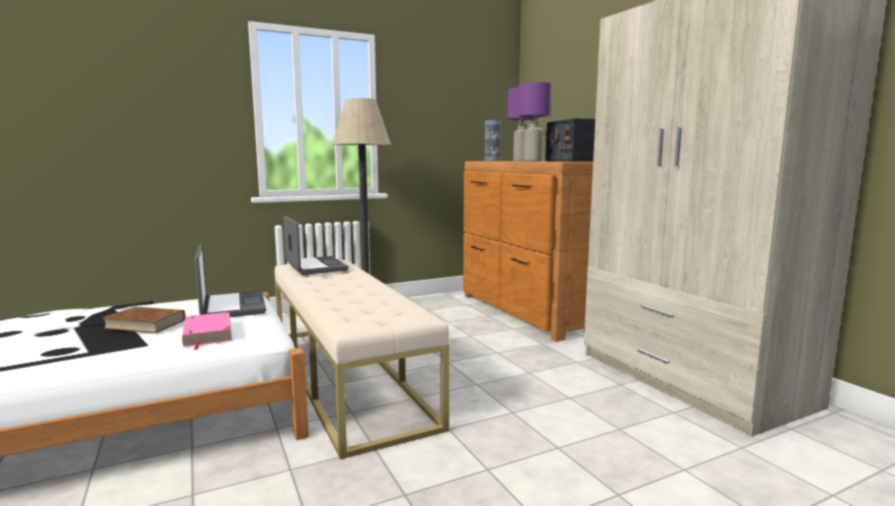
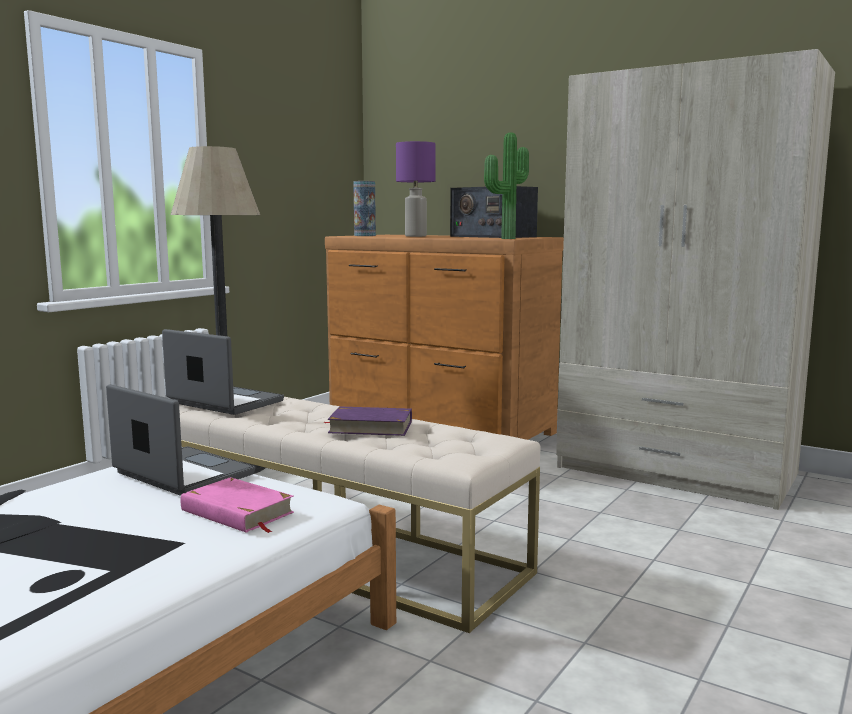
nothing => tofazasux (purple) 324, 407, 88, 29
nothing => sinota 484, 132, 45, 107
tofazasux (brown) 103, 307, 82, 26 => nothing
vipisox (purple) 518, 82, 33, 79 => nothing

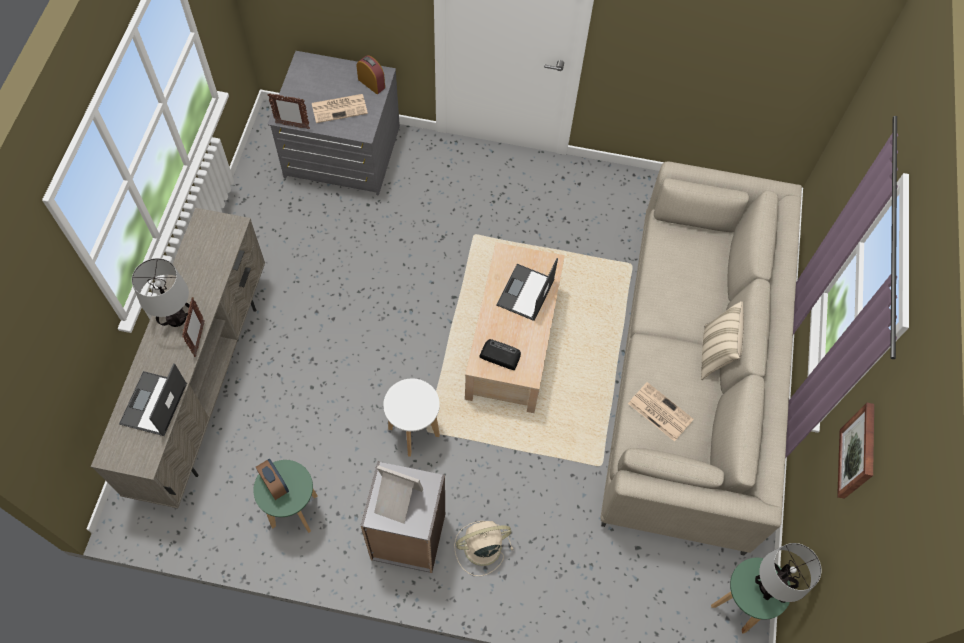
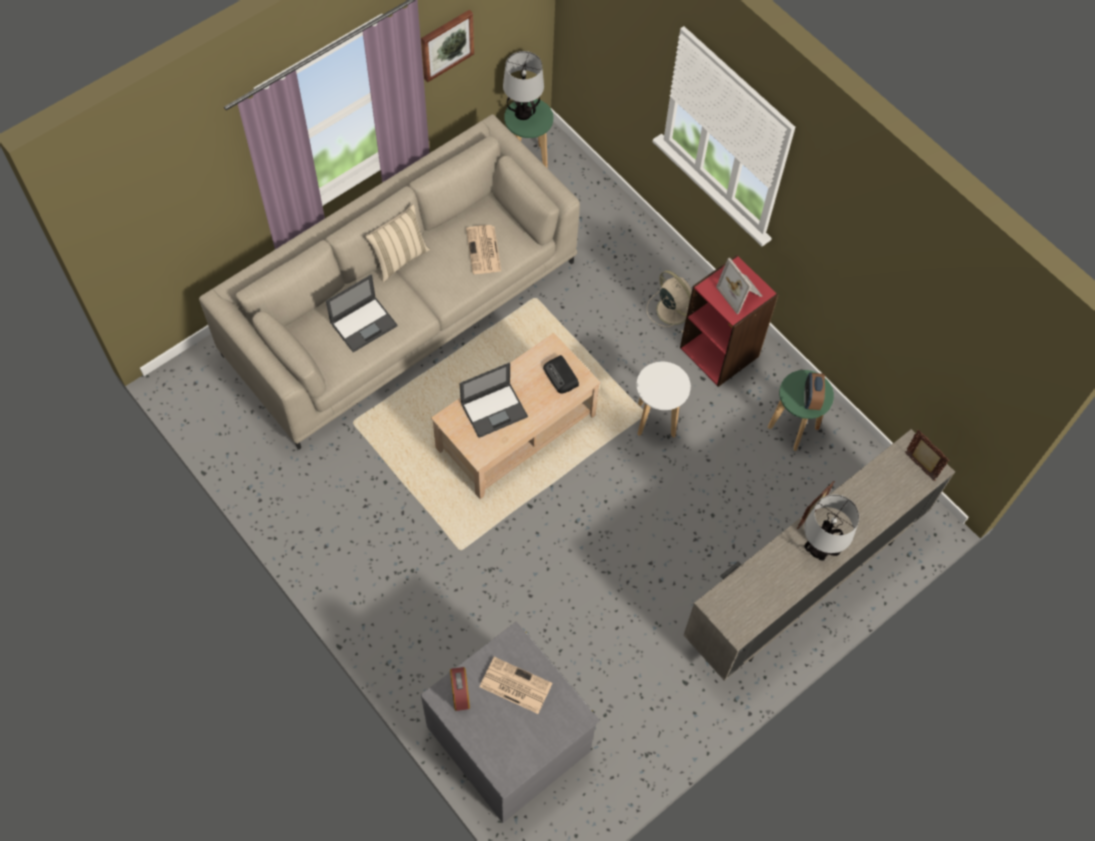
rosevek 119, 363, 68, 73 => rosevek 326, 274, 72, 79, shifted
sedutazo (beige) 454, 521, 59, 55 => sedutazo (beige) 647, 270, 45, 63, 150 degrees counterclockwise
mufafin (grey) 361, 461, 84, 112 => mufafin (red) 680, 255, 98, 132
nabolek 268, 93, 42, 36 => nabolek 905, 430, 44, 51, shifted

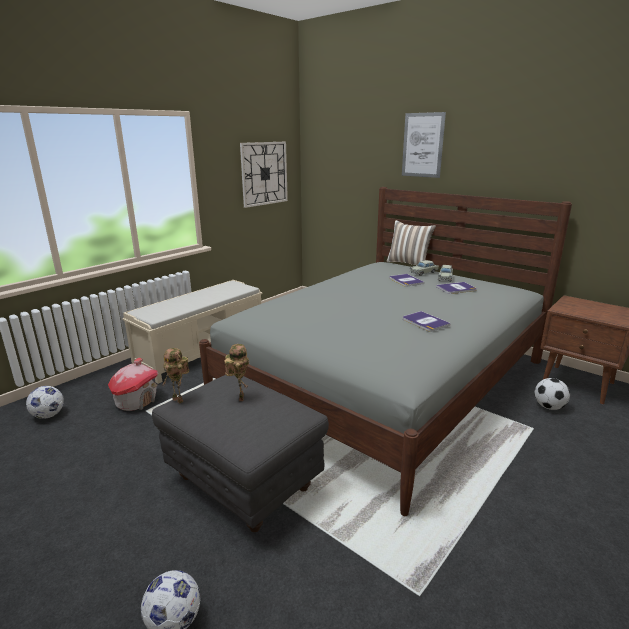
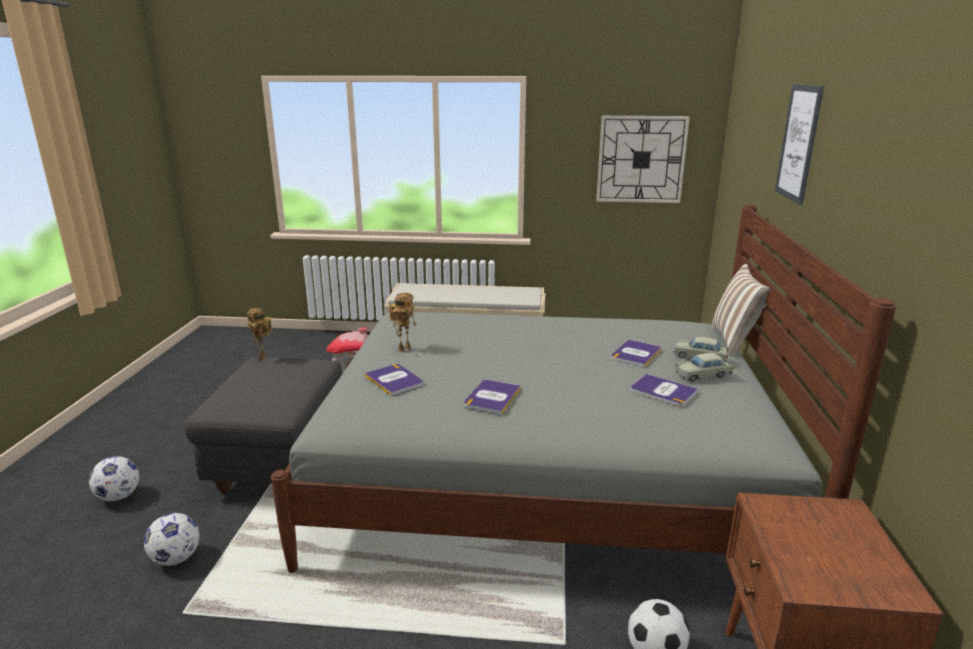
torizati 26, 386, 38, 33 => torizati 144, 513, 56, 53, shifted
nothing => tofazasux 364, 364, 59, 32
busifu 224, 344, 25, 57 => busifu 389, 293, 28, 59, shifted

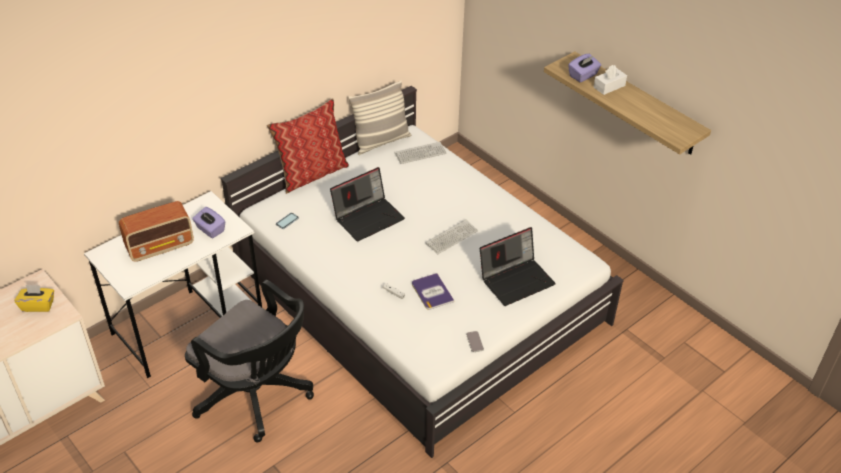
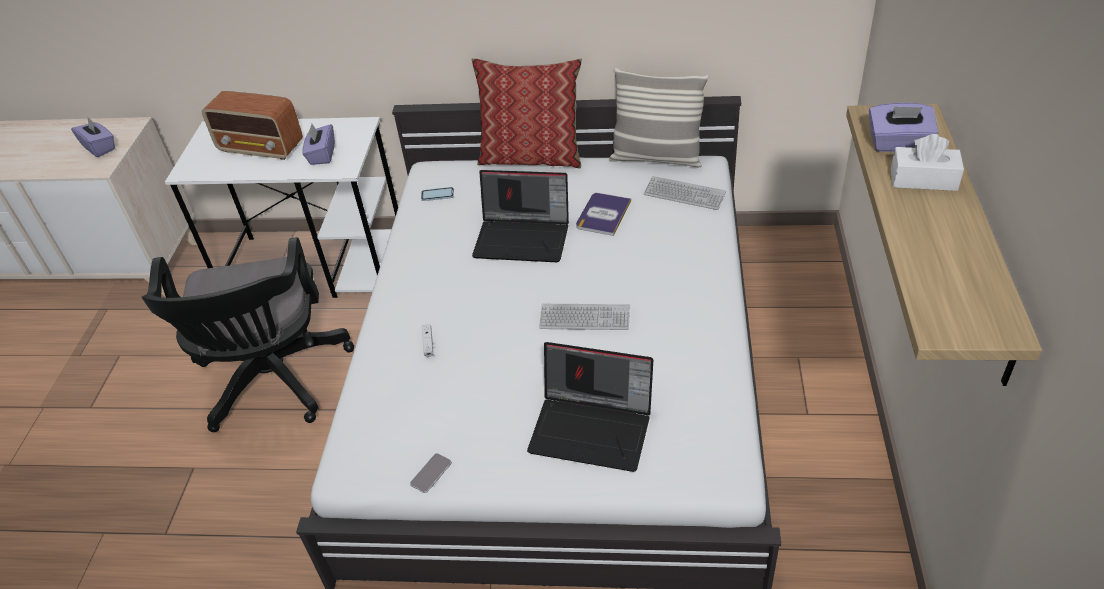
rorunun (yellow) 14, 285, 40, 27 => rorunun (purple) 71, 118, 44, 39
tofazasux 412, 273, 42, 37 => tofazasux 576, 193, 55, 43, shifted

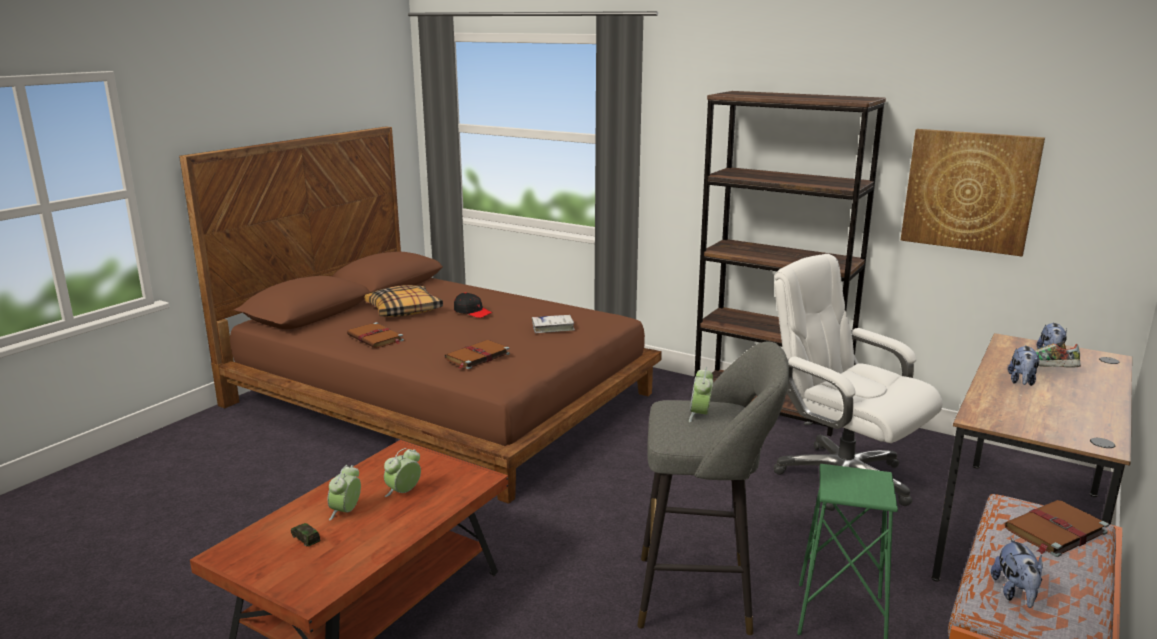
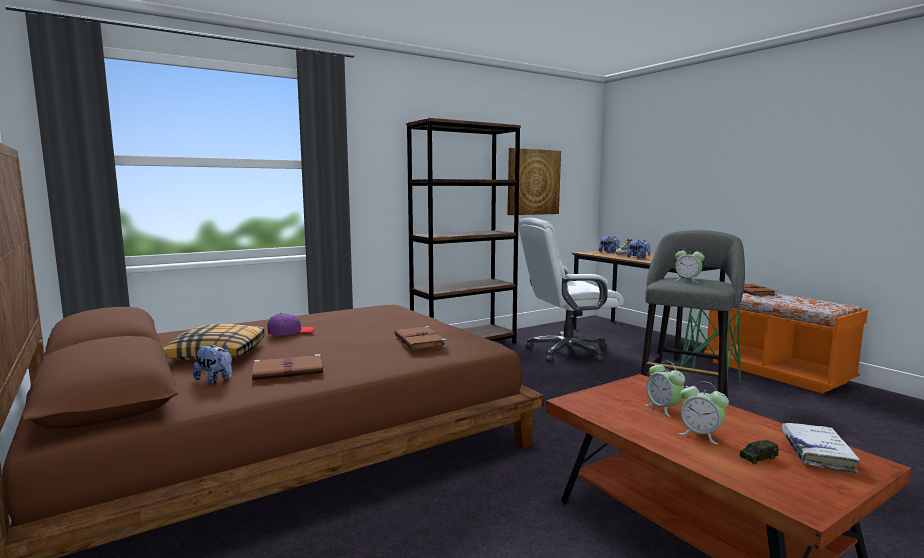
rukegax 991, 537, 52, 71 => rukegax 193, 343, 39, 41, shifted
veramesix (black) 454, 292, 38, 26 => veramesix (purple) 267, 313, 47, 22
tofazasux (white) 532, 315, 43, 18 => tofazasux (white) 782, 423, 78, 50, shifted

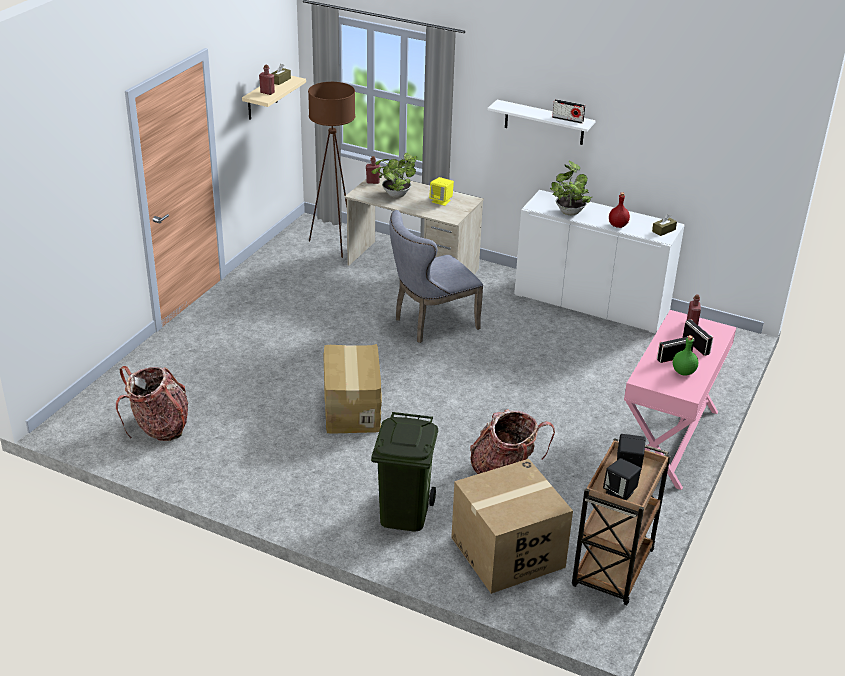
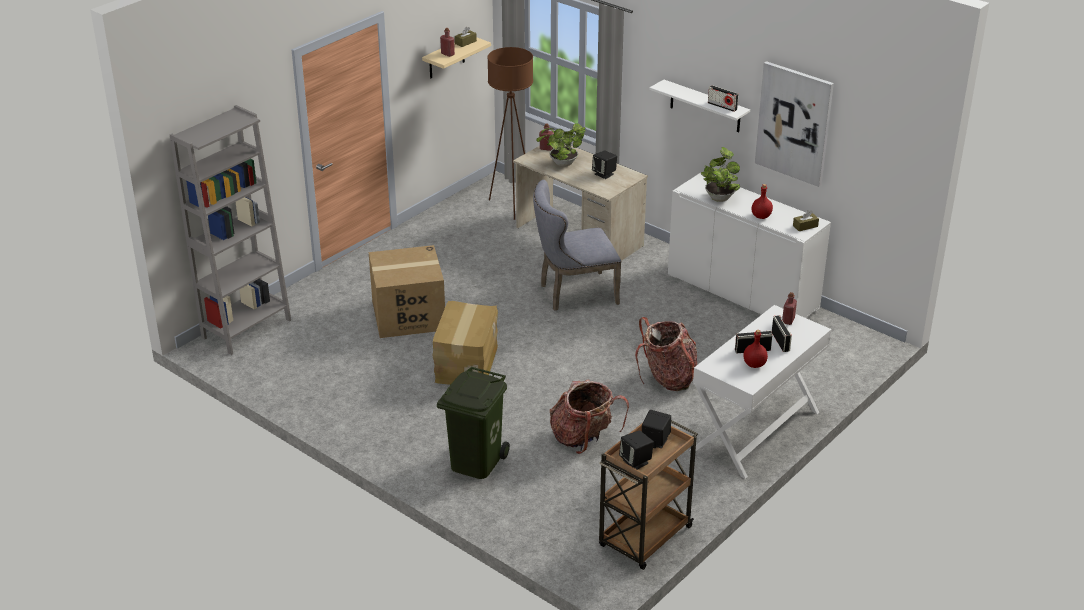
nothing => mufafin (grey) 170, 105, 121, 250
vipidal 451, 459, 122, 135 => vipidal 369, 245, 76, 93, shifted
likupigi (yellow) 429, 177, 25, 29 => likupigi (black) 592, 150, 25, 29
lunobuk 116, 366, 72, 75 => lunobuk 635, 317, 62, 74, shifted
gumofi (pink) 624, 310, 112, 180 => gumofi (white) 690, 305, 141, 174
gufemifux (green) 673, 336, 25, 40 => gufemifux (red) 744, 330, 24, 38
nothing => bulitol 755, 61, 79, 126

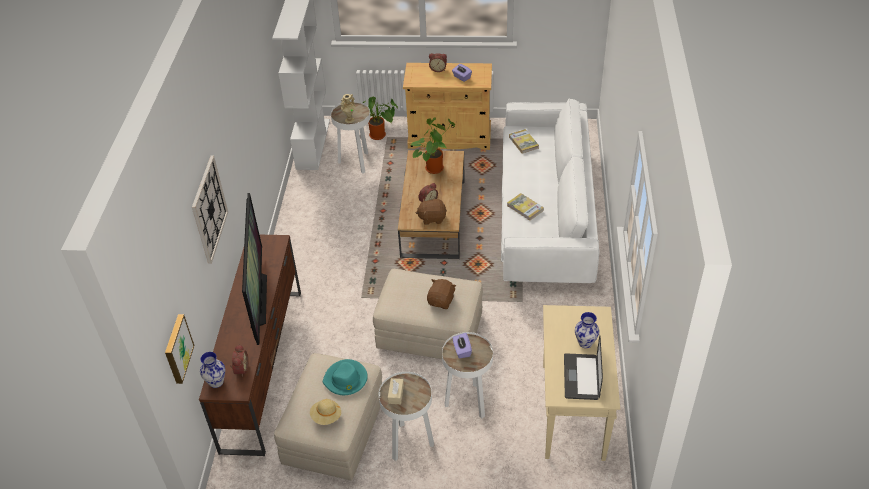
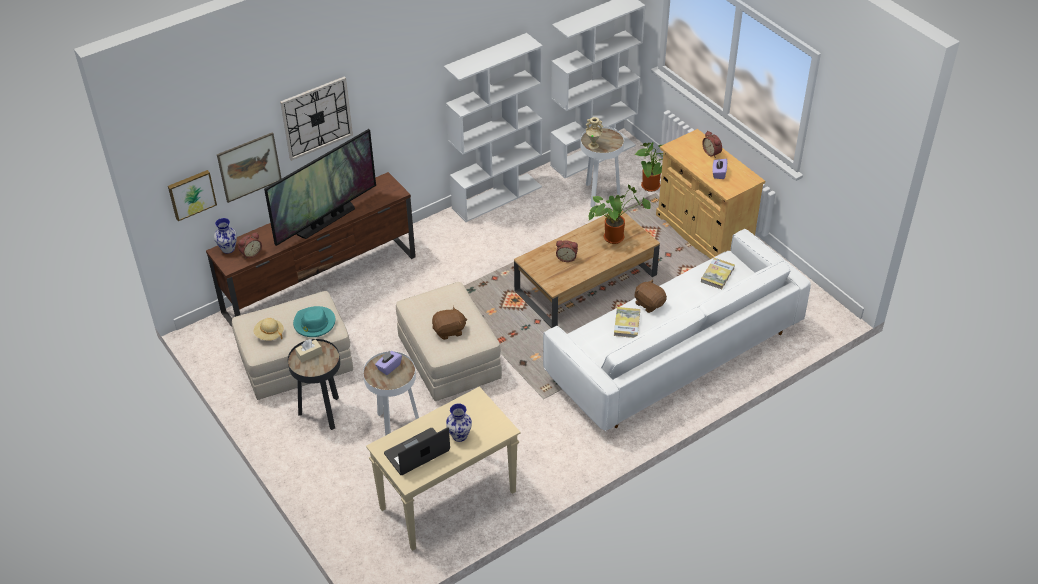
nothing => bulitol 217, 132, 65, 71
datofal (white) 379, 372, 55, 89 => datofal (black) 288, 339, 52, 91
nothing => mufafin (white) 444, 33, 99, 189
rukegax (brown) 416, 199, 31, 26 => rukegax (brown) 635, 279, 32, 34, shifted

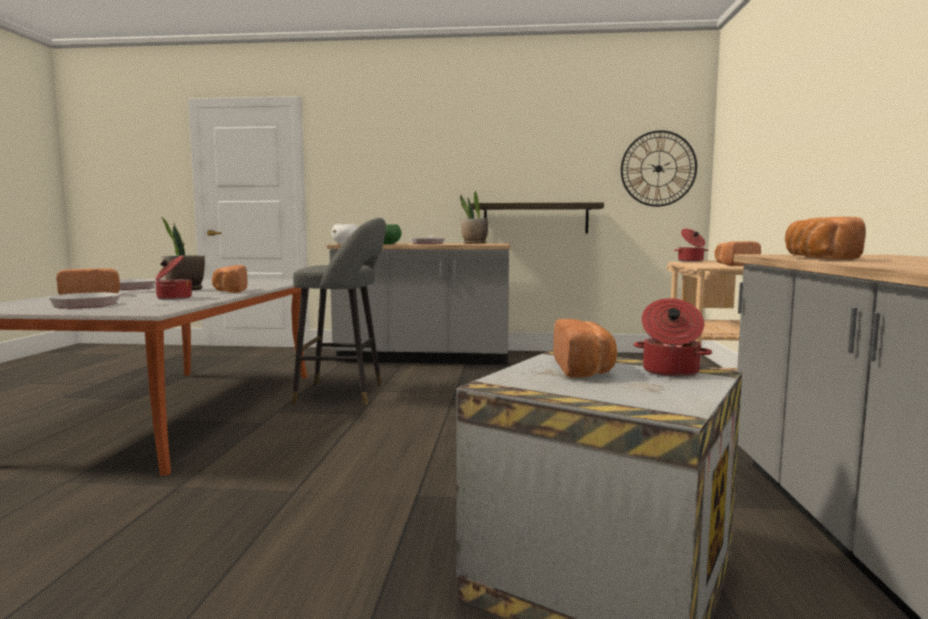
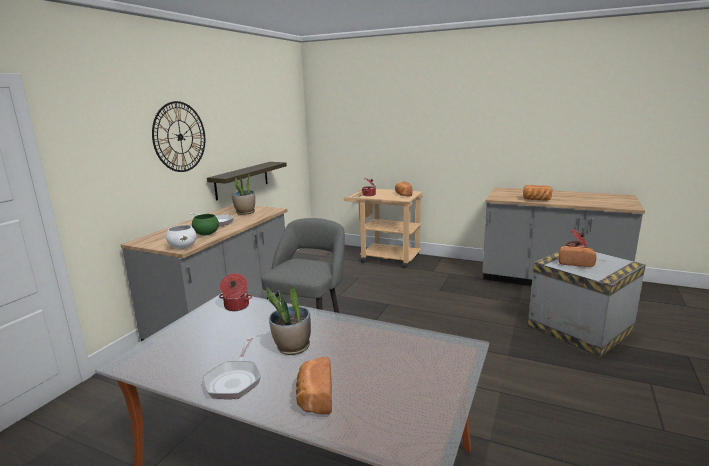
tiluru 621, 130, 76, 77 => tiluru 152, 101, 53, 71, shifted
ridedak 155, 255, 38, 45 => ridedak 219, 273, 33, 38, shifted
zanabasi 47, 290, 110, 19 => nothing
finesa 212, 265, 36, 28 => nothing

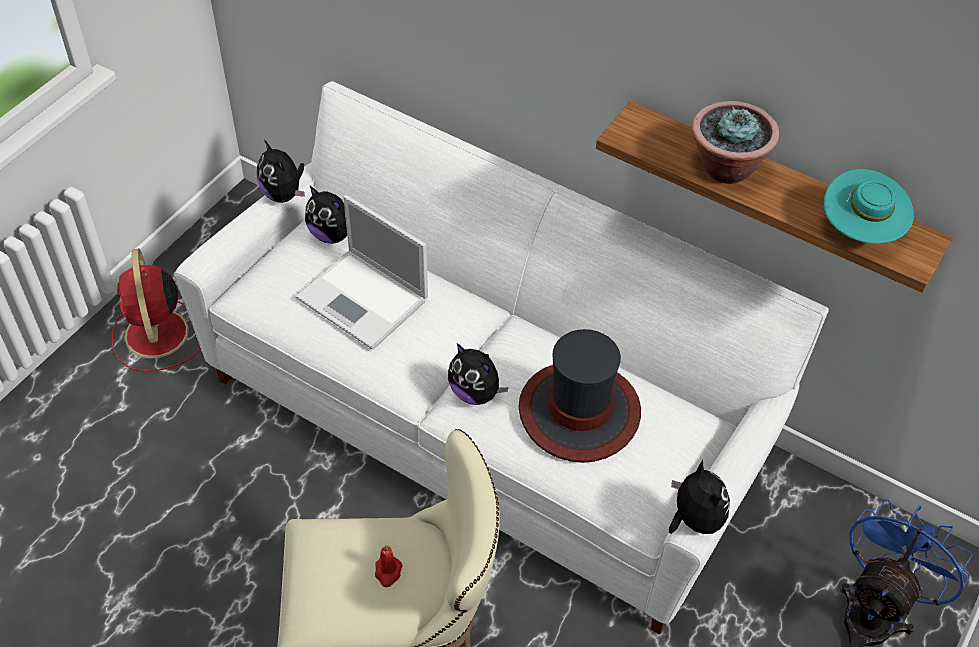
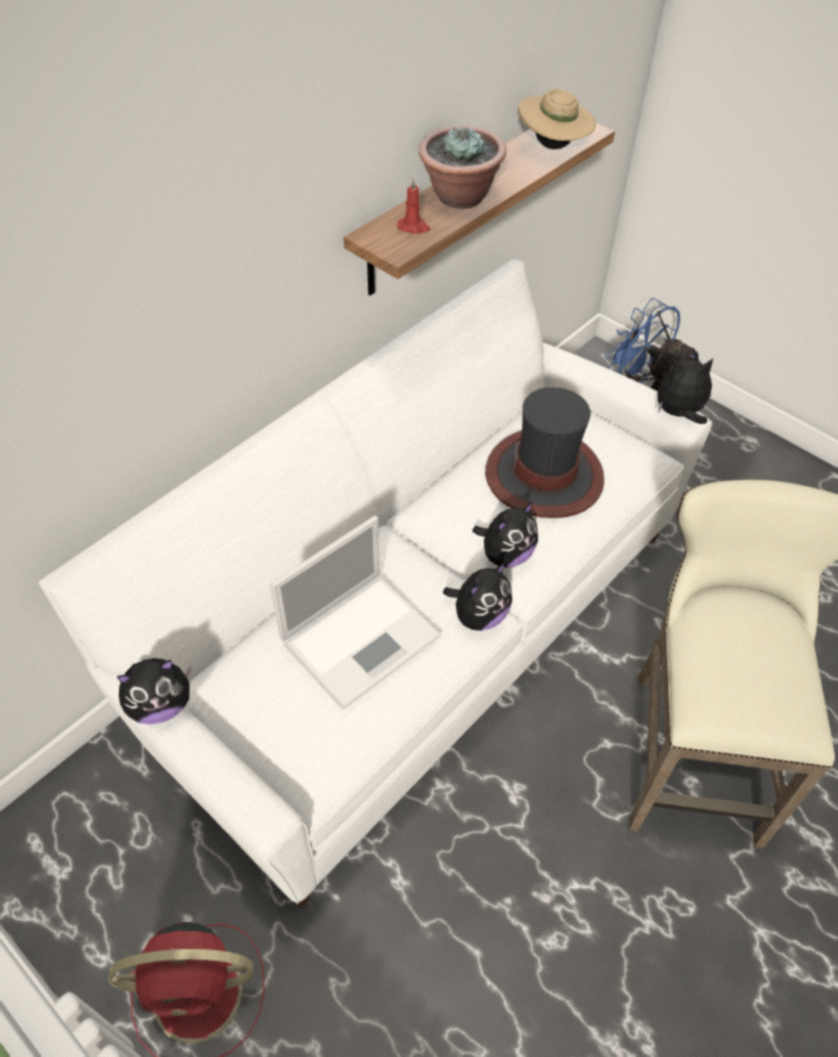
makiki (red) 375, 545, 28, 42 => makiki (red) 397, 177, 33, 57, shifted
rukegax 305, 186, 42, 58 => rukegax 443, 562, 69, 69, shifted
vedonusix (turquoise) 824, 169, 90, 75 => vedonusix (beige) 518, 89, 78, 60

